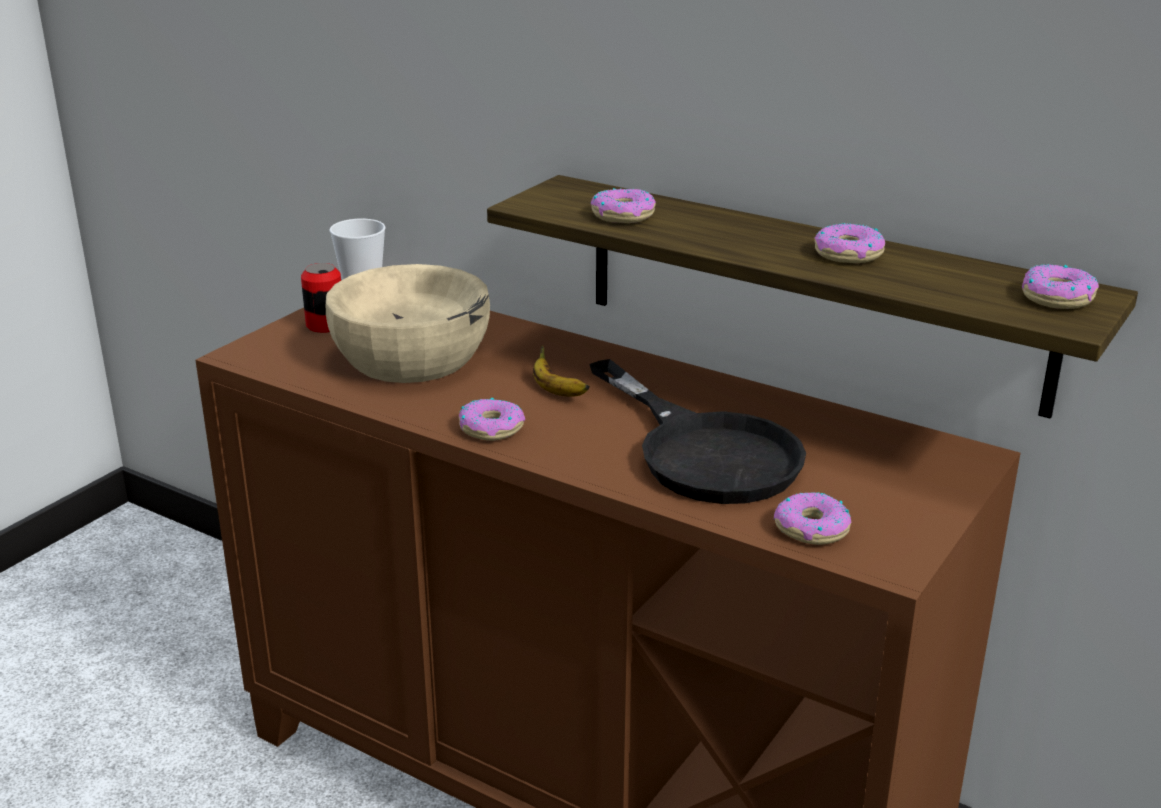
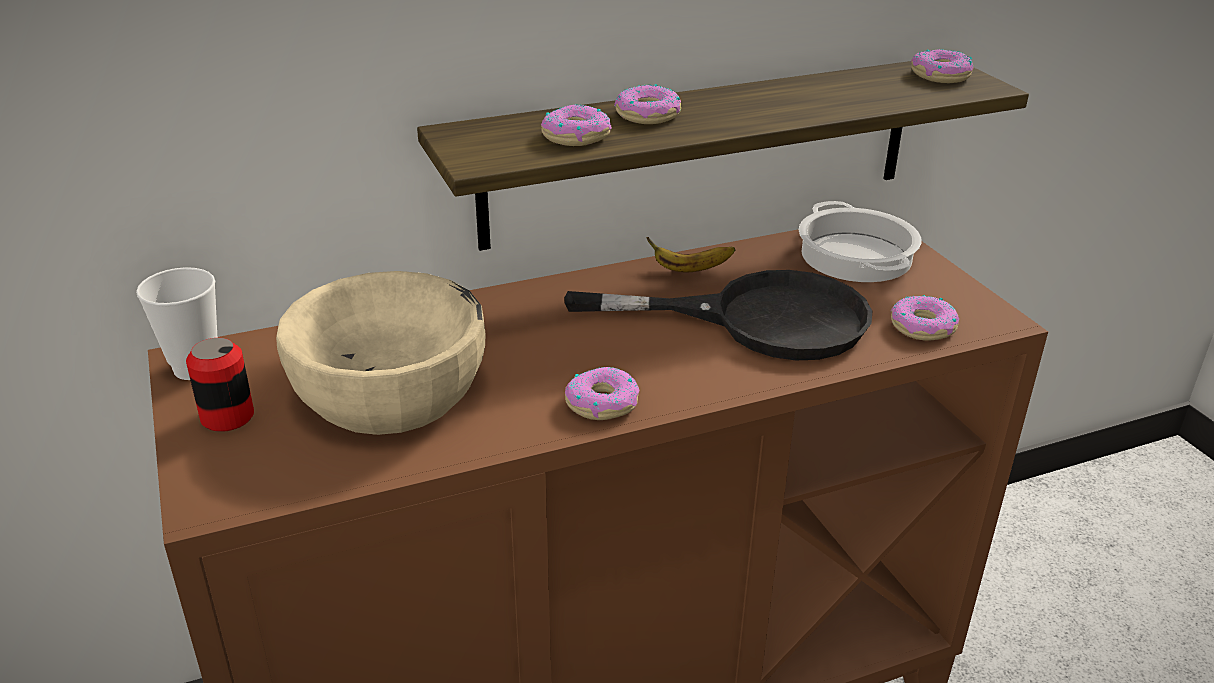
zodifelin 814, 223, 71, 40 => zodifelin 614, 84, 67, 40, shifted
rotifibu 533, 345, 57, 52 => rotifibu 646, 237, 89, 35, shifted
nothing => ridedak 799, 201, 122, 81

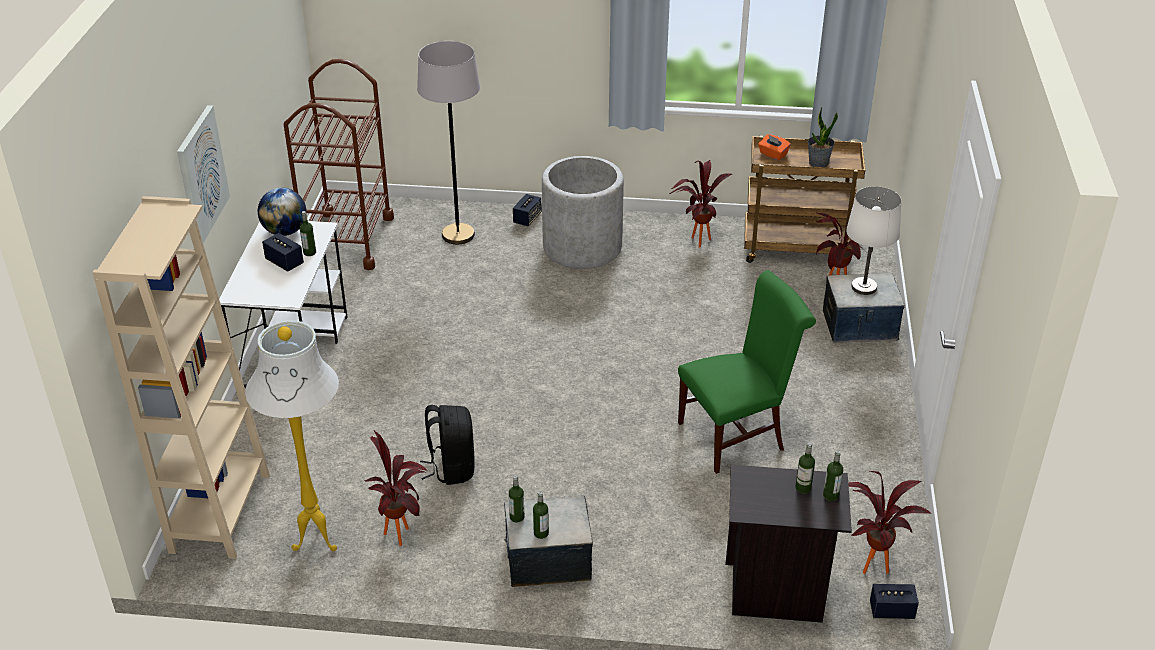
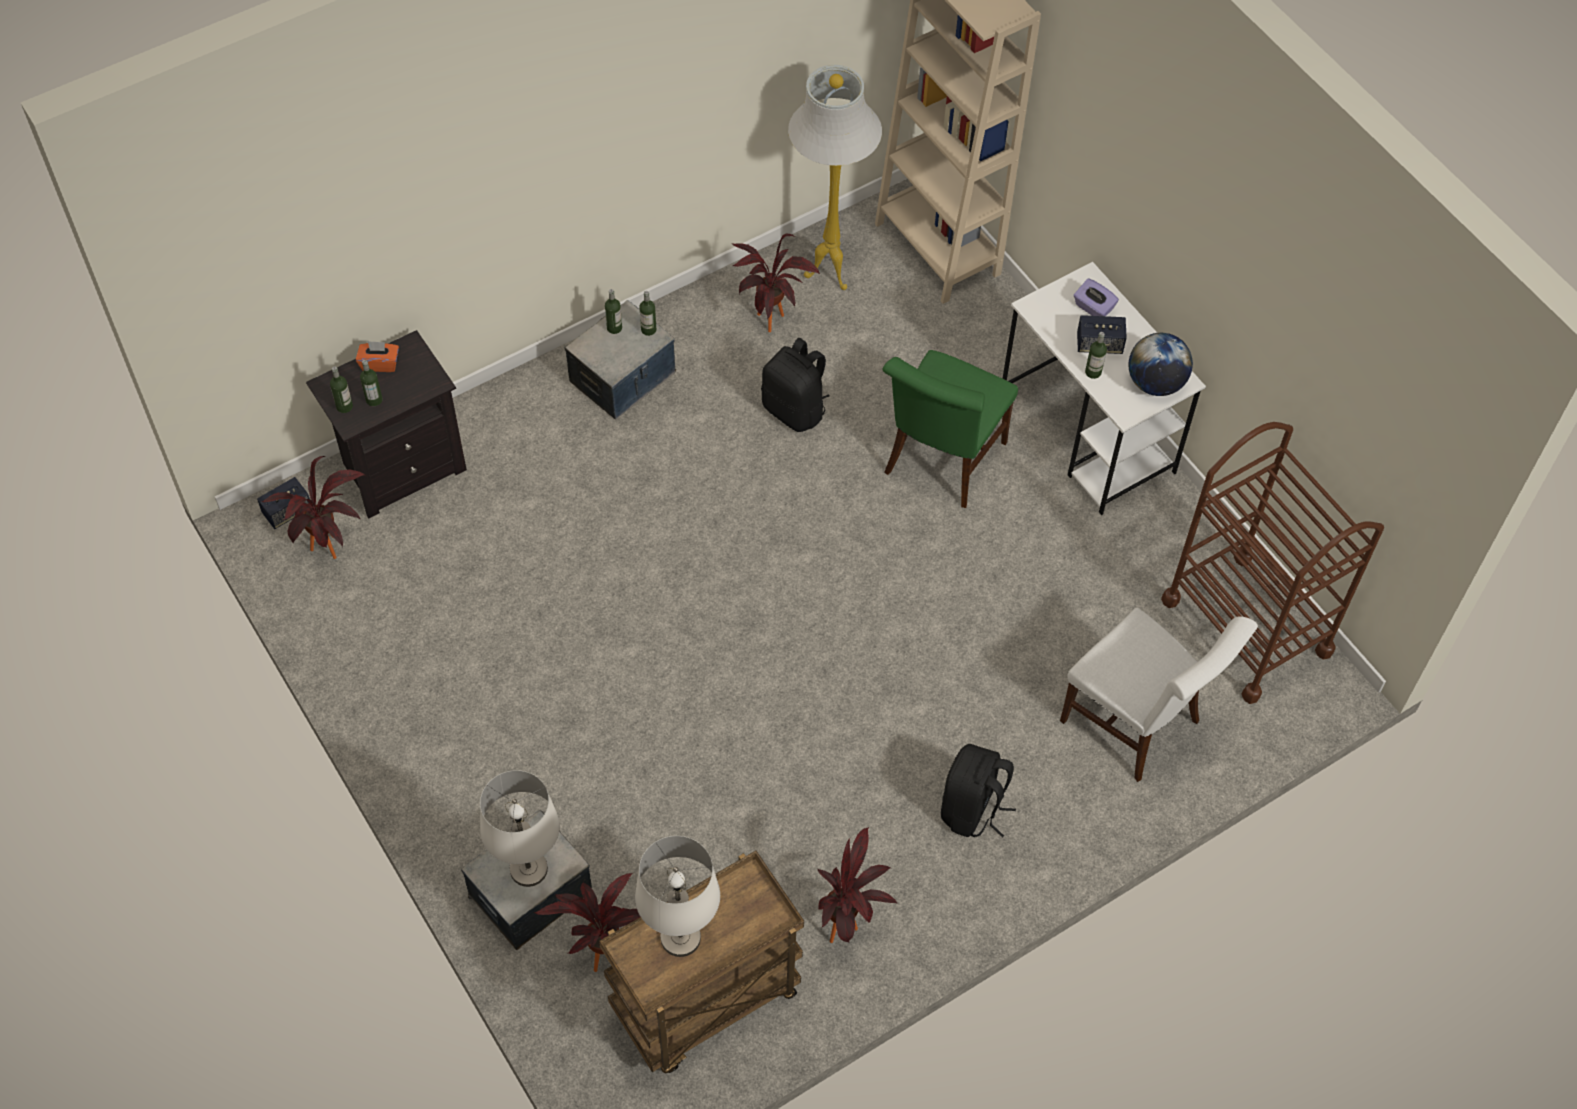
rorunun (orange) 758, 134, 33, 26 => rorunun (orange) 356, 341, 43, 31, shifted
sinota 808, 107, 30, 60 => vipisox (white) 635, 836, 85, 121
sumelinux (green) 678, 270, 138, 204 => sumelinux (green) 882, 350, 136, 158, shifted
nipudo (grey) 542, 156, 82, 113 => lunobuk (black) 941, 744, 75, 94
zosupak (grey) 417, 41, 63, 203 => sumelinux (white) 1060, 608, 198, 174
nothing => rorunun (purple) 1074, 278, 45, 38
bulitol 177, 105, 53, 138 => nothing
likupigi 513, 194, 29, 32 => nothing

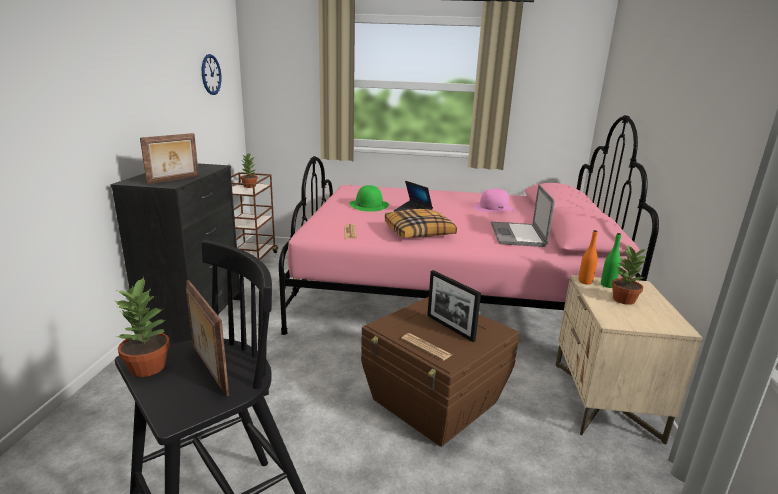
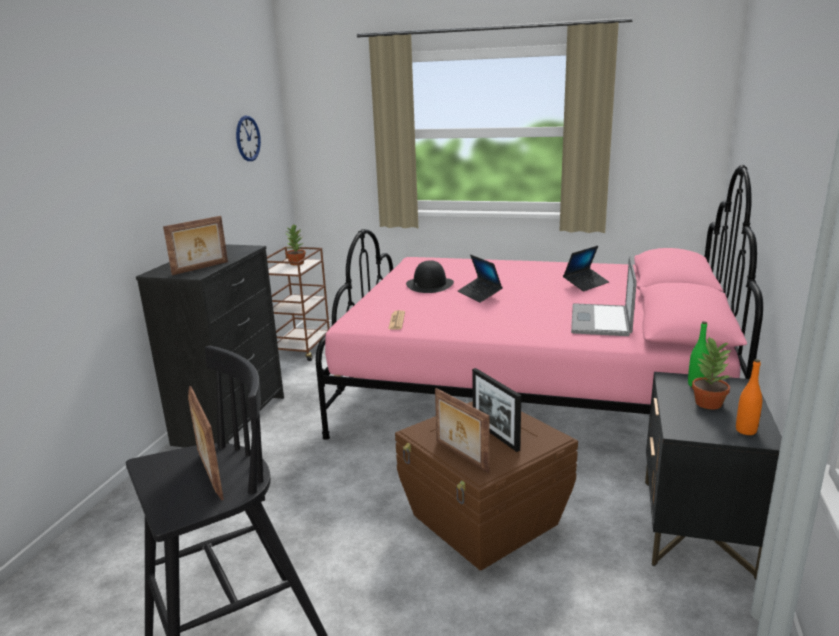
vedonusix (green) 349, 185, 40, 27 => vedonusix (black) 406, 260, 48, 33
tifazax 401, 333, 51, 28 => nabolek 435, 388, 55, 85
vedonusix (pink) 473, 189, 42, 23 => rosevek 563, 246, 46, 45
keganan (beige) 555, 275, 148, 170 => keganan (black) 645, 372, 137, 208
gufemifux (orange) 579, 230, 19, 55 => gufemifux (orange) 736, 359, 26, 76, shifted
sinota 114, 277, 56, 100 => nothing
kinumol 385, 209, 72, 29 => nothing

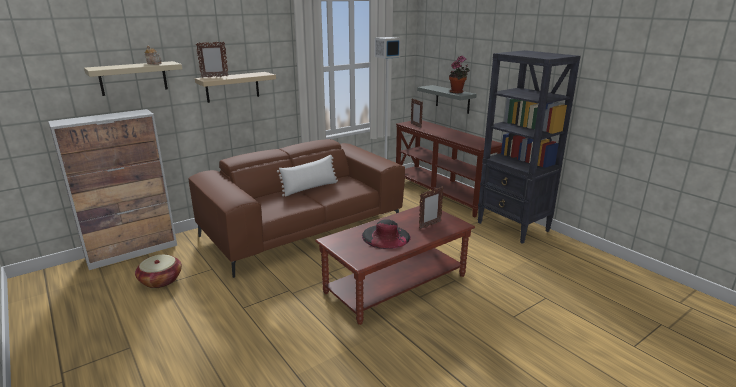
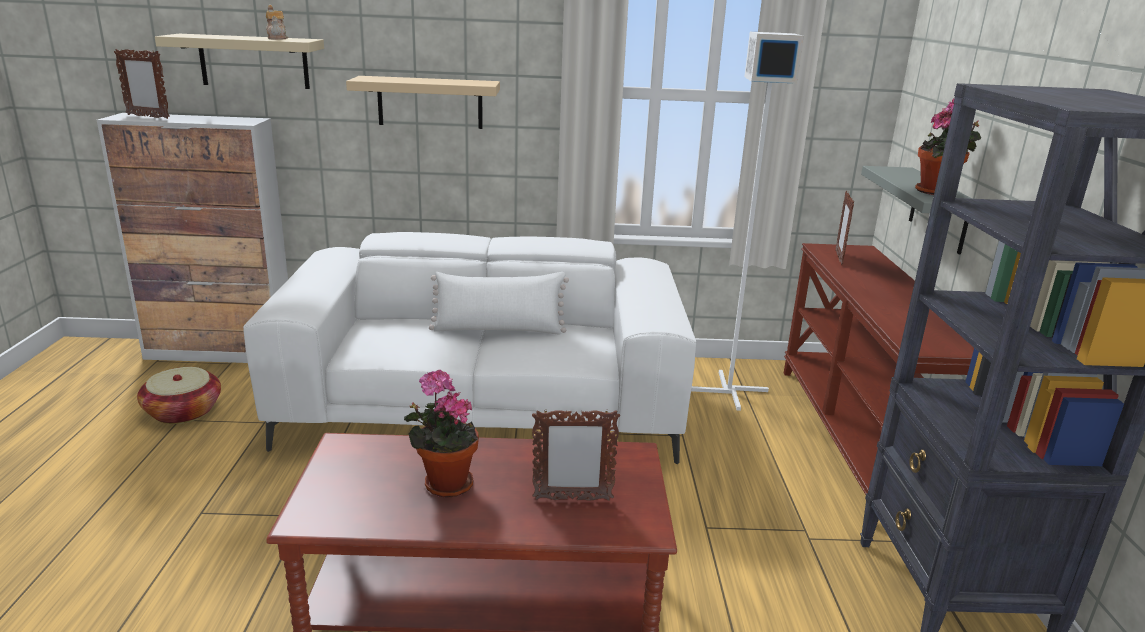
nabolek 196, 41, 32, 37 => nabolek 114, 49, 56, 70, shifted
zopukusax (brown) 188, 139, 217, 139 => zopukusax (white) 243, 232, 453, 232
vedonusix (black) 362, 219, 49, 30 => sinota 404, 370, 75, 128

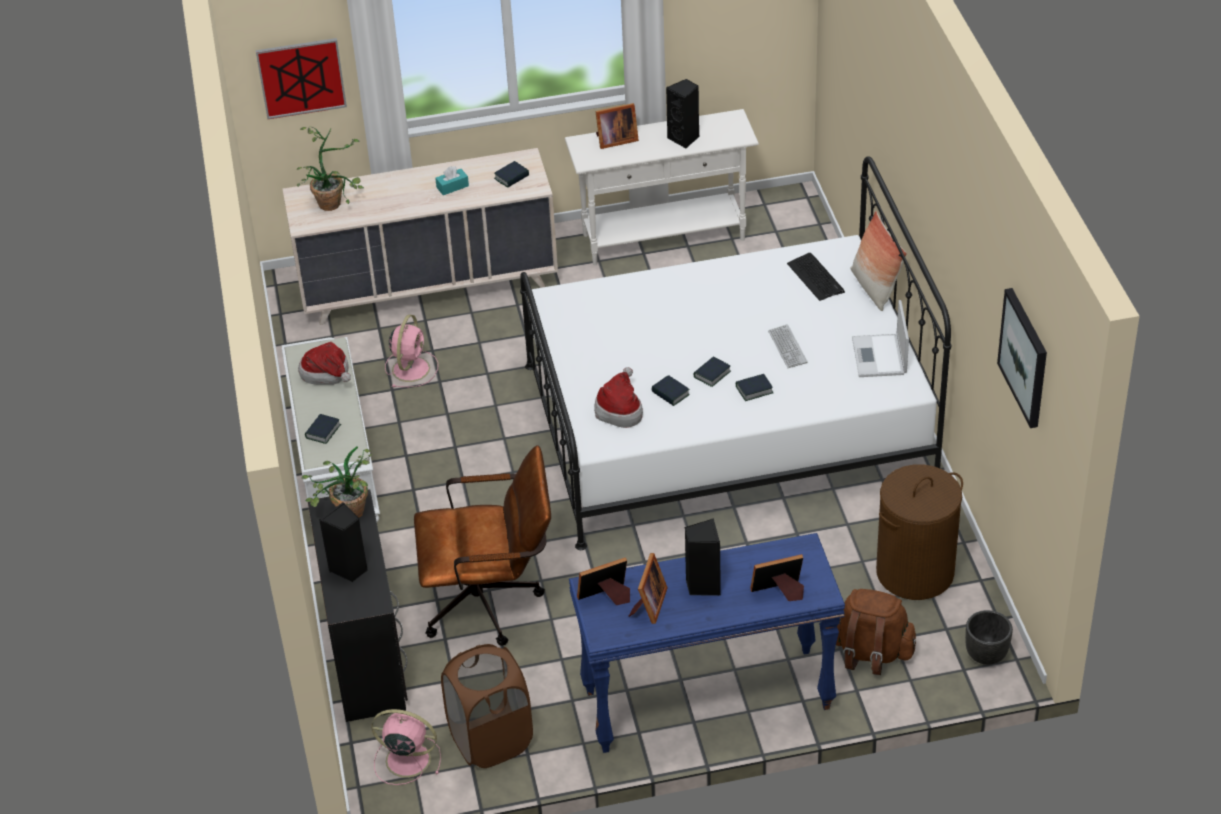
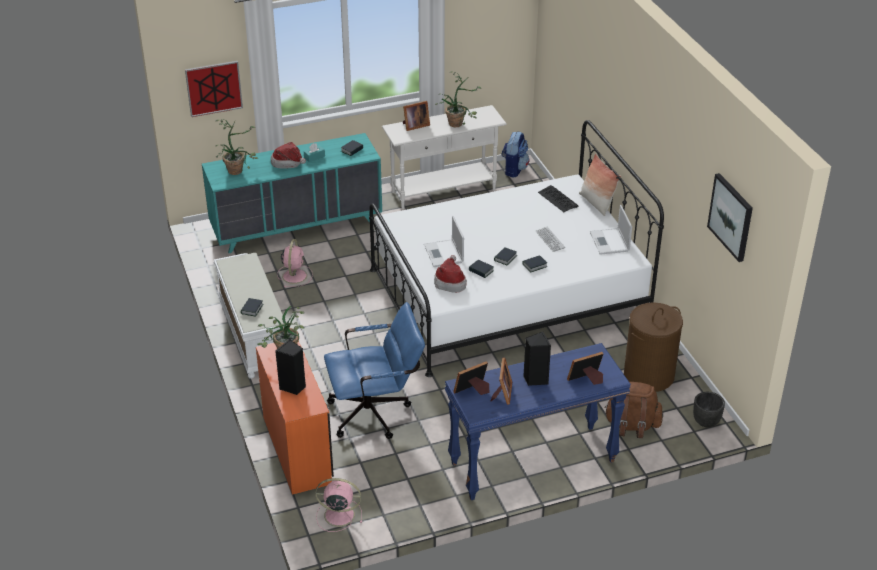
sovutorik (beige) 282, 148, 276, 177 => sovutorik (turquoise) 202, 133, 180, 120
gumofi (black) 308, 489, 100, 233 => gumofi (orange) 256, 341, 78, 154
vedonusix 298, 342, 53, 43 => vedonusix 271, 142, 35, 27, shifted
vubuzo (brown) 414, 445, 137, 201 => vubuzo (blue) 324, 302, 101, 137
nothing => rosevek 424, 216, 40, 51
likupigi (black) 666, 79, 34, 70 => sinota 435, 71, 46, 56
nothing => lunobuk 501, 131, 28, 47
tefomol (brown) 441, 644, 92, 124 => nothing

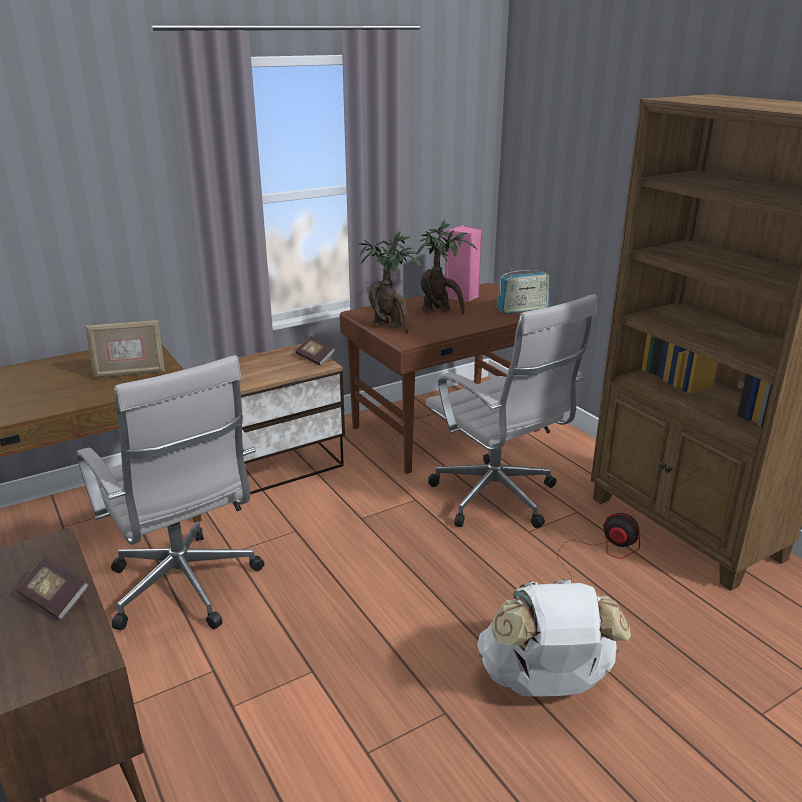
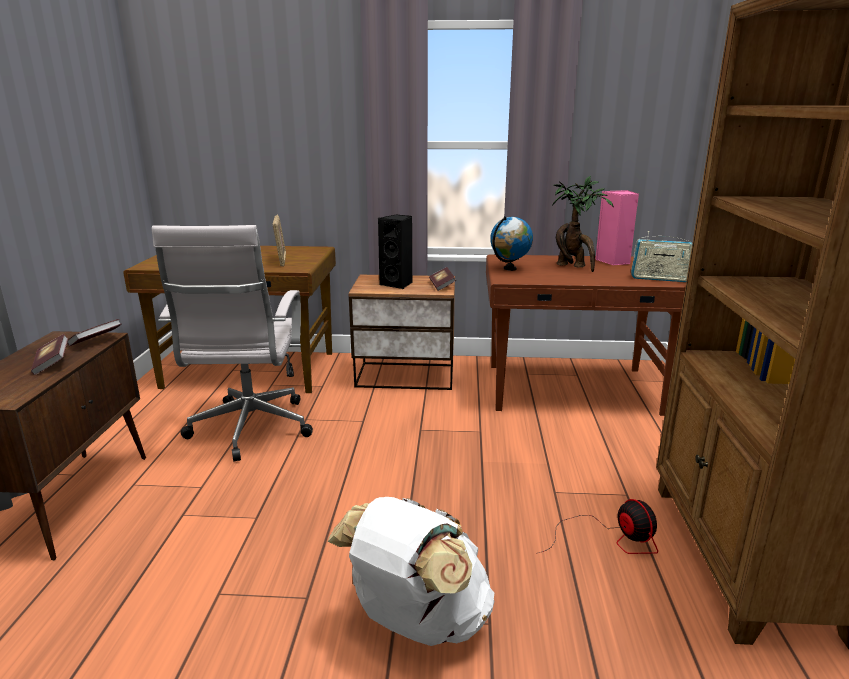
nothing => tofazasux 67, 319, 54, 27
nabolek 85, 320, 80, 59 => nabolek 272, 215, 14, 52, 120 degrees counterclockwise
nothing => likupigi (black) 378, 214, 34, 75
sinota 359, 231, 62, 103 => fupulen 490, 216, 43, 55
vubuzo (white) 426, 294, 171, 234 => nothing

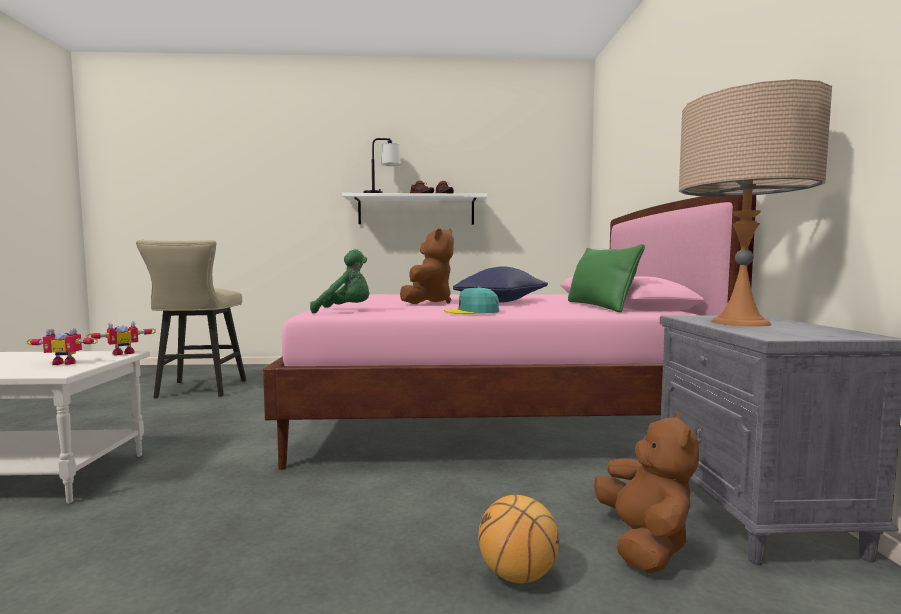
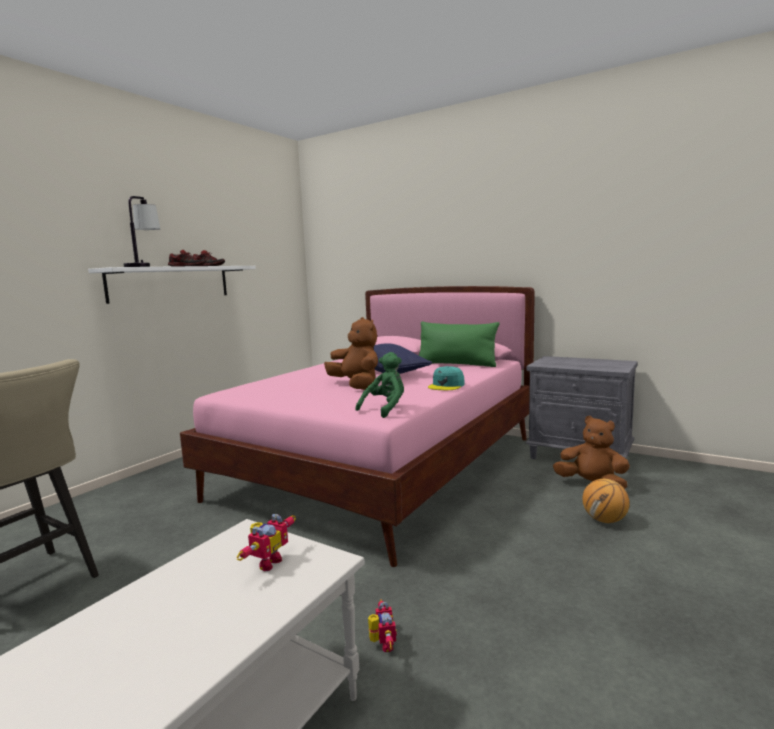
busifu 87, 321, 69, 34 => busifu 368, 599, 29, 53, shifted
vipisox (beige) 679, 79, 153, 248 => nothing

